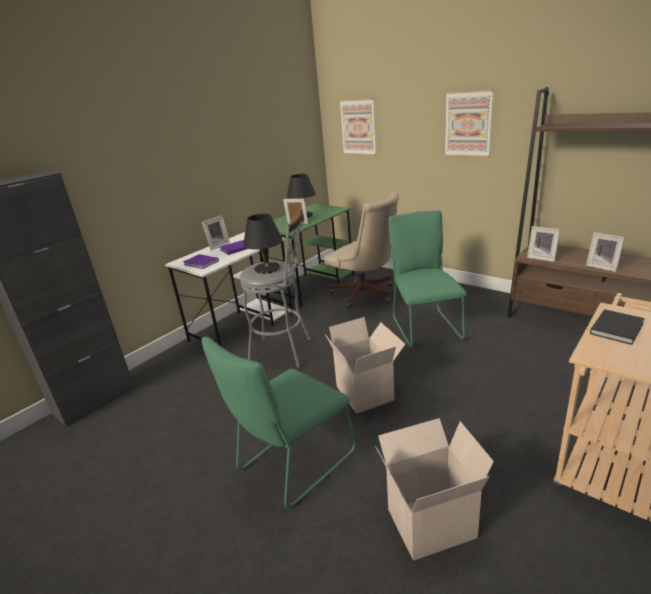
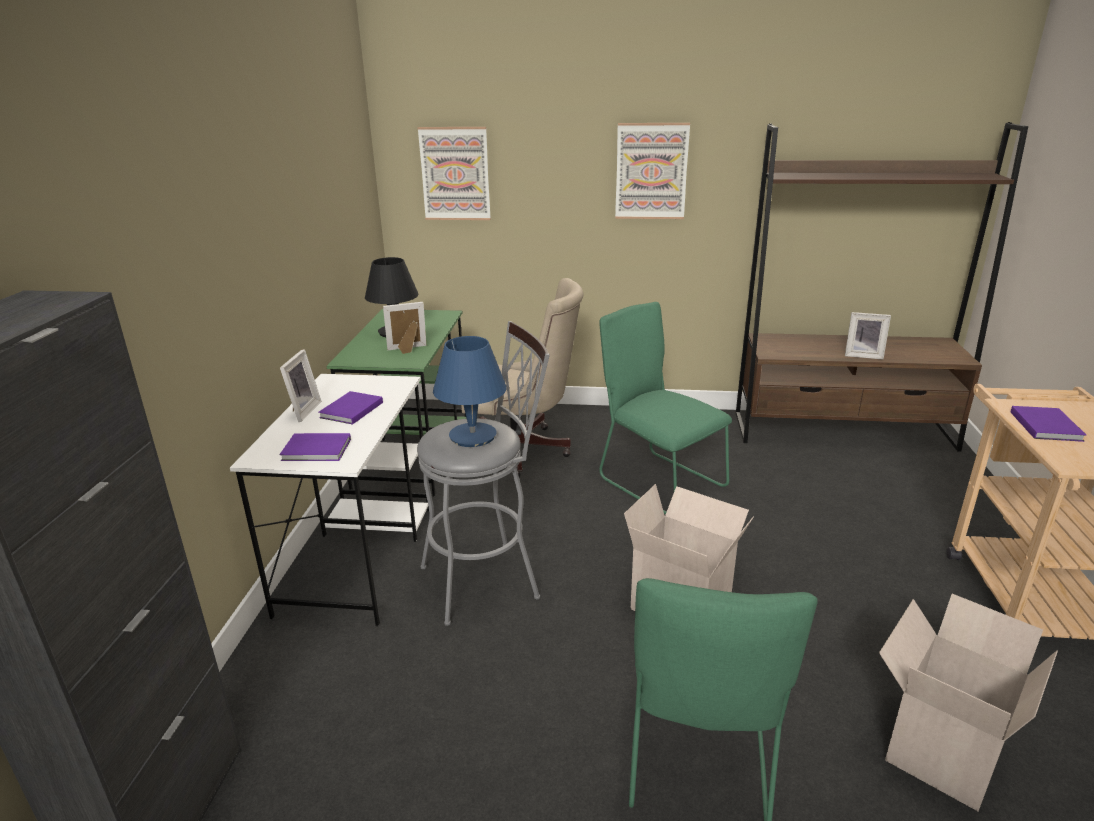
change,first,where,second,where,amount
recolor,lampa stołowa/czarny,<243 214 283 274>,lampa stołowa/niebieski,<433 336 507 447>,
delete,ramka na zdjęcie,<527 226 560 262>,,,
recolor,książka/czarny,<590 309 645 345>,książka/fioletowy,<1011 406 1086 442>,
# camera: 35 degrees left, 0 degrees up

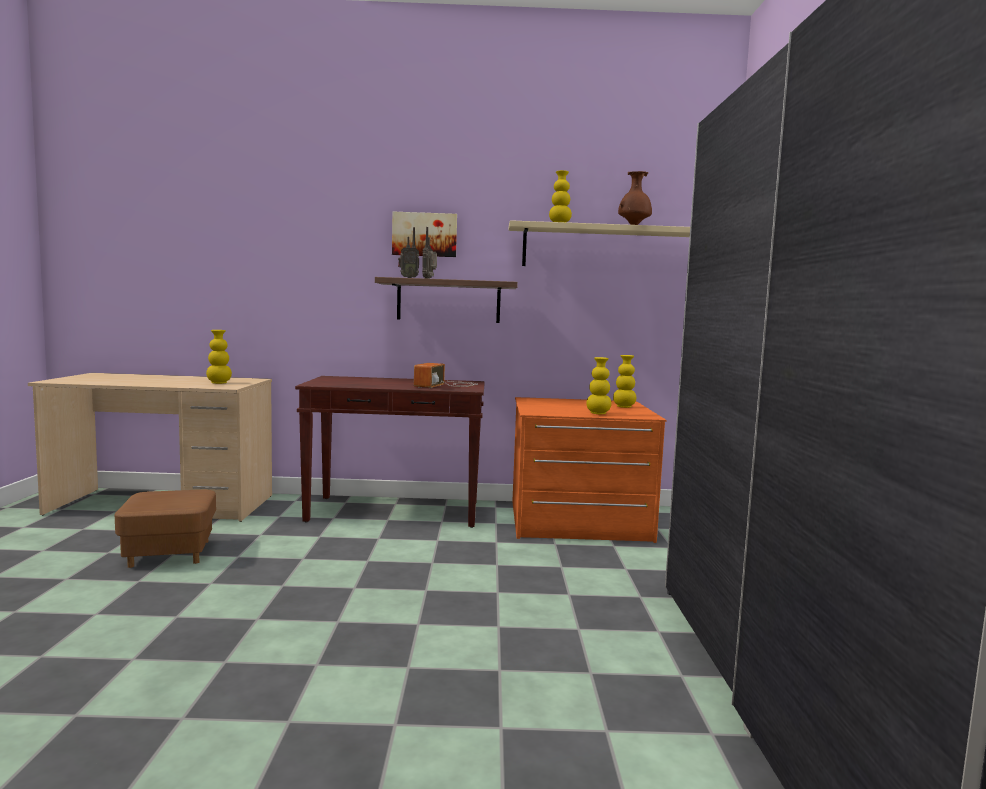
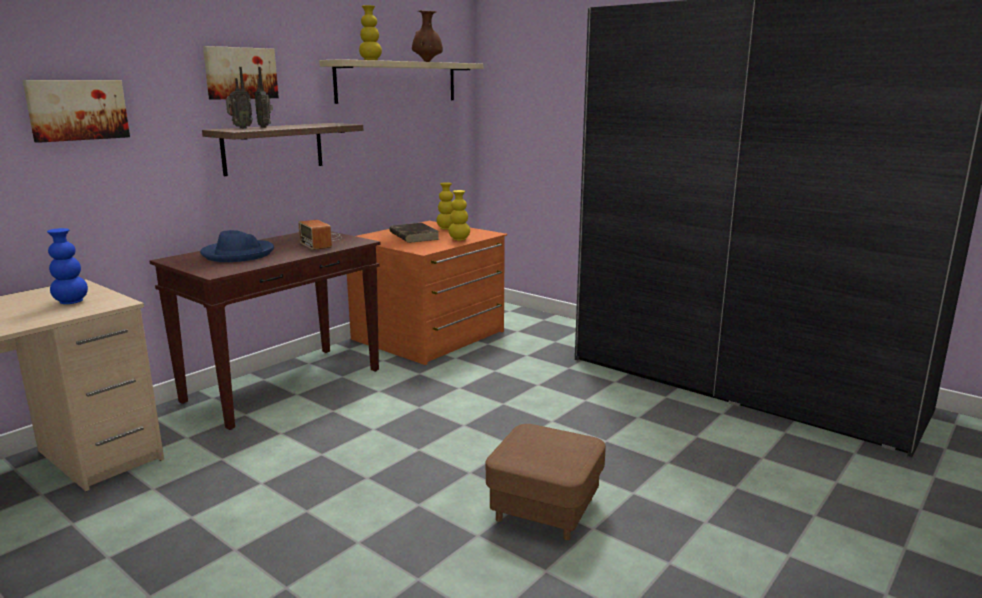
change,first,where,second,where,amount
recolor,wazon/żółty,<206 330 232 384>,wazon/niebieski,<47 228 88 304>,
move,pufa/brązowy,<115 490 216 568>,,<486 424 606 540>,
insert,,,obraz,<23 80 130 143>,
insert,,,książka/brązowy,<389 223 440 243>,
insert,,,kapelusz/niebieski,<200 230 274 262>,
# camera: 50 degrees left, 10 degrees up

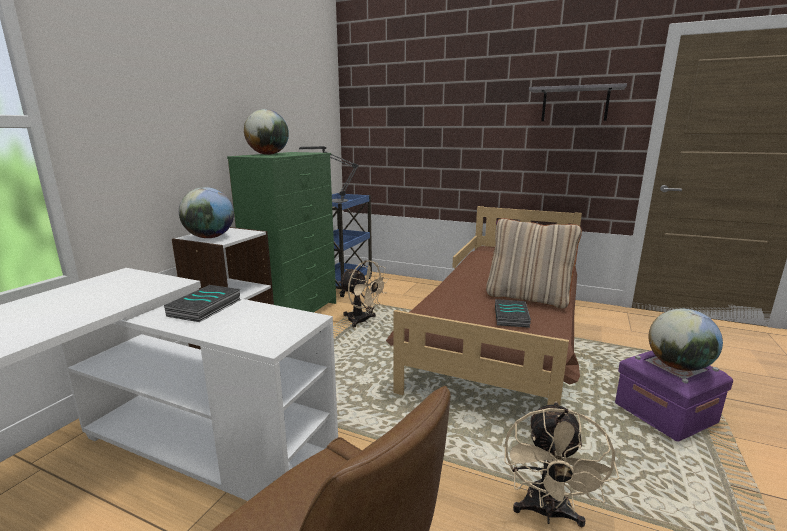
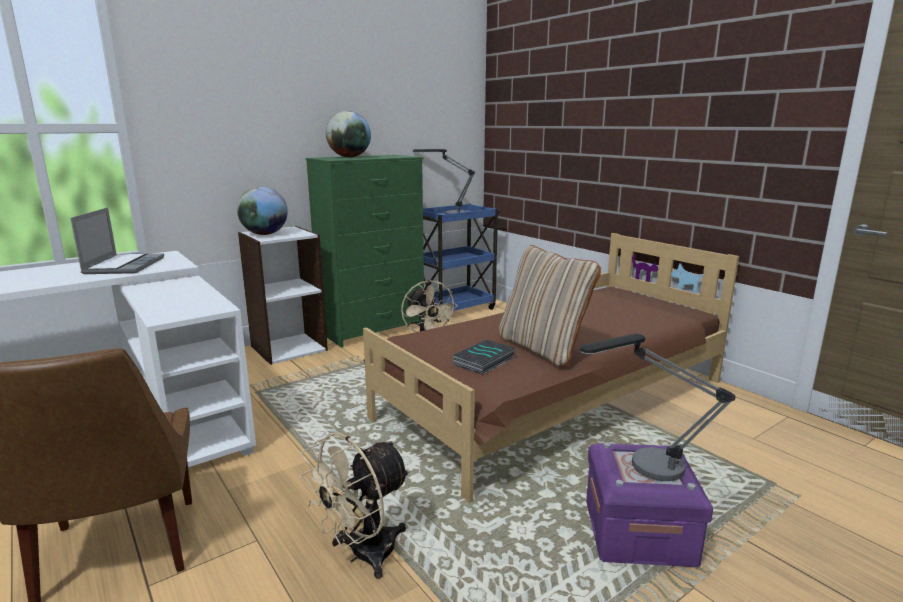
change,first,where,second,where,amount
delete,półka/szary,<529 83 627 121>,,,
delete,książka,<164 285 242 322>,,,
replace,globus,<648 309 723 371>,lampa stołowa,<580 333 736 481>,
insert,,,laptop,<70 207 164 274>,
# camera: 30 degrees right, 0 degrees up

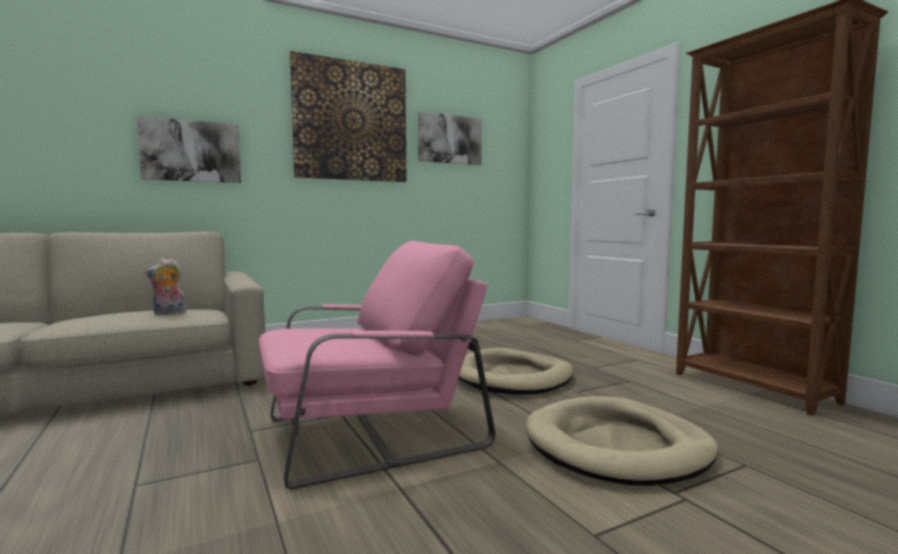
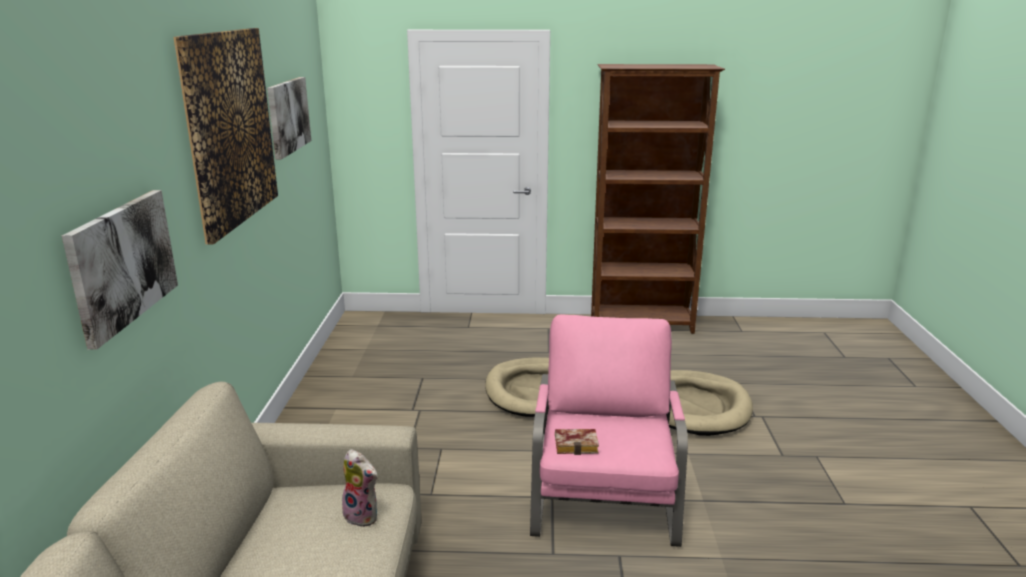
change,first,where,second,where,amount
rotate,pluszak,<145 258 187 315>,,<342 449 378 527>,60 degrees counterclockwise
insert,,,książka,<555 429 599 455>,
# camera: 60 degrees left, 15 degrees up

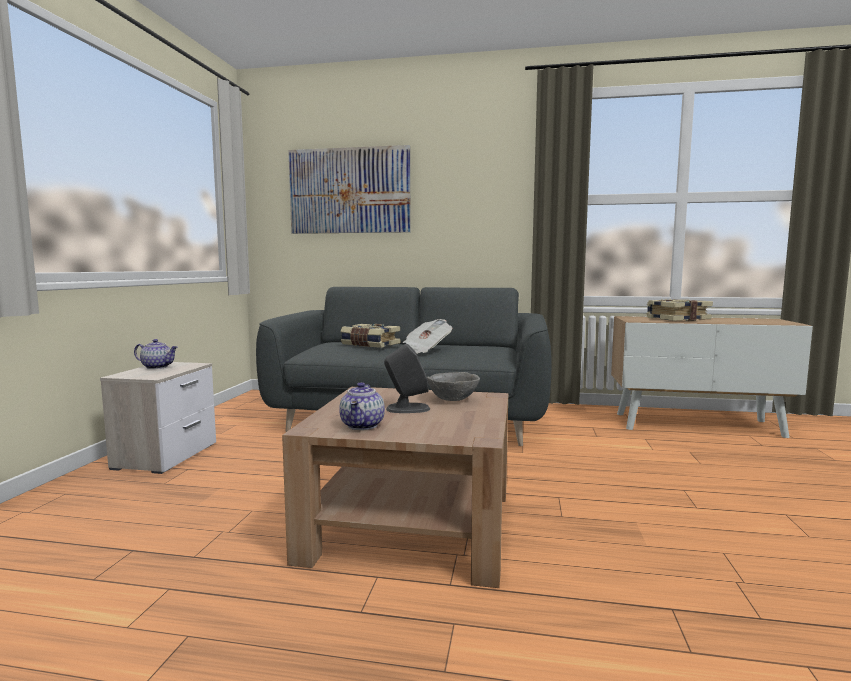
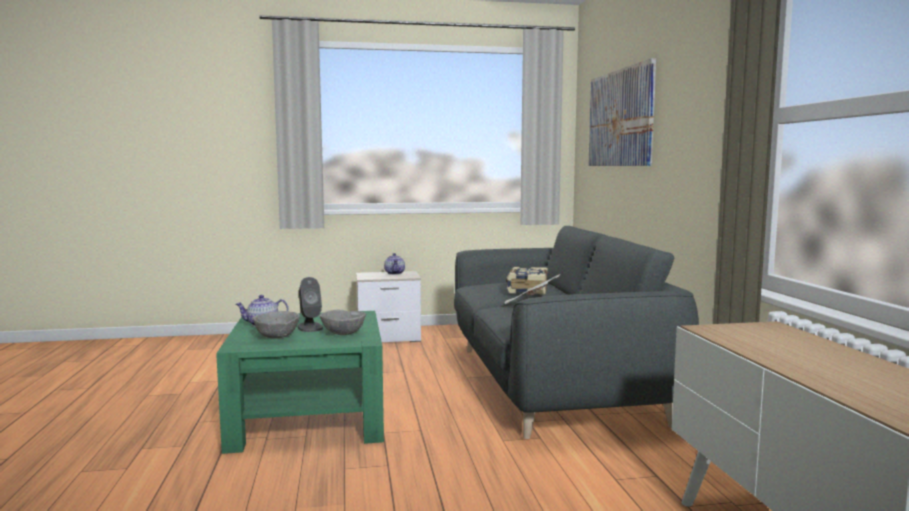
change,first,where,second,where,amount
delete,książka,<646 299 713 321>,,,
recolor,ława/brązowy,<282 387 508 588>,ława/zielony,<216 311 384 454>,
insert,,,miska/szary,<253 311 300 339>,
# camera: 70 degrees right, 0 degrees up

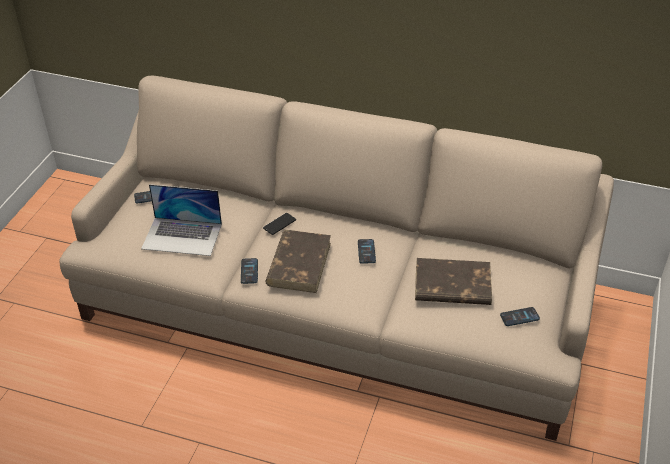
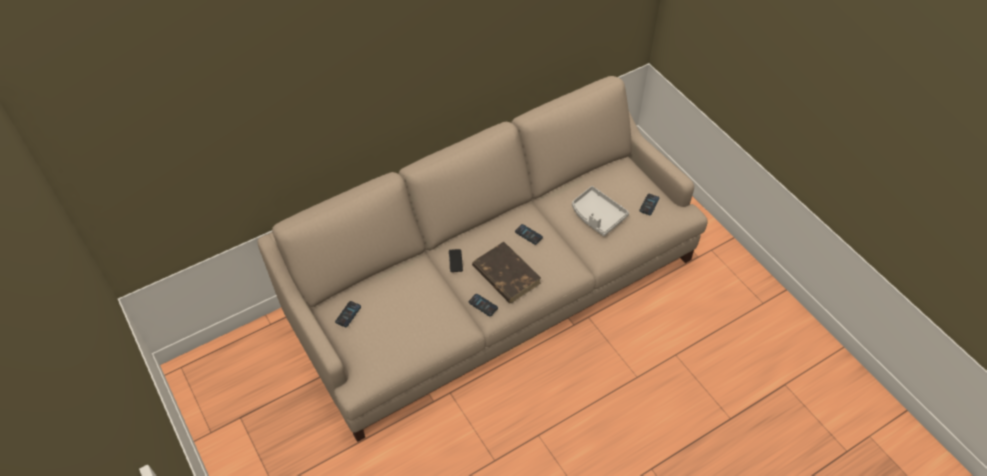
change,first,where,second,where,amount
delete,laptop,<141 184 222 256>,,,
replace,książka/brązowy,<415 258 492 305>,taca/szary,<572 186 629 236>,
# camera: 50 degrees left, 10 degrees up

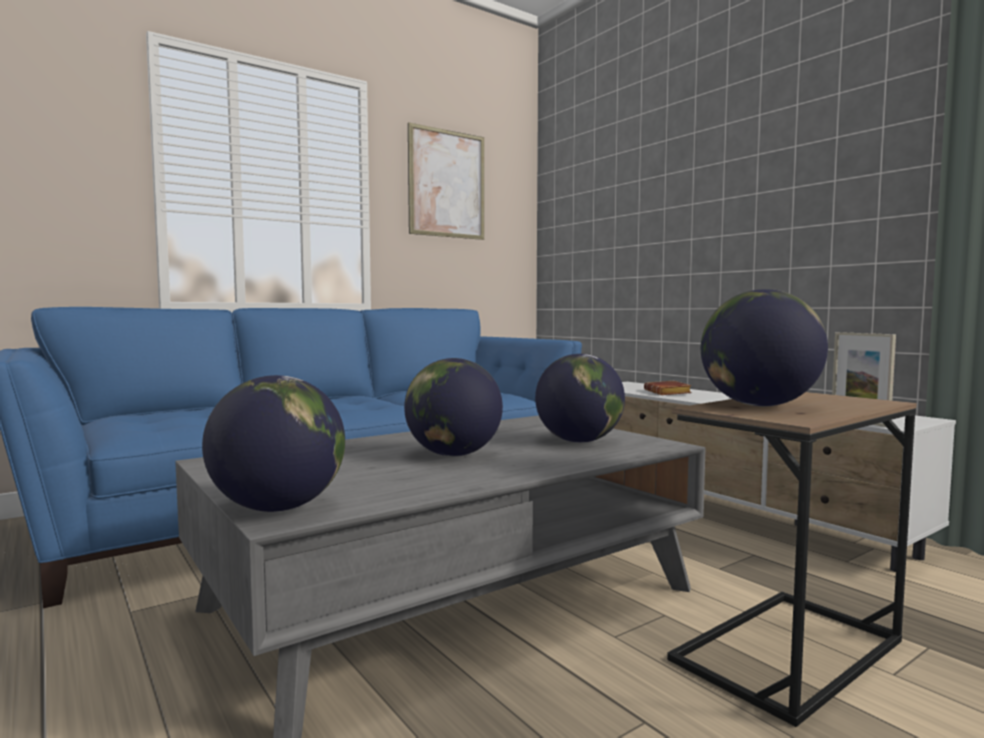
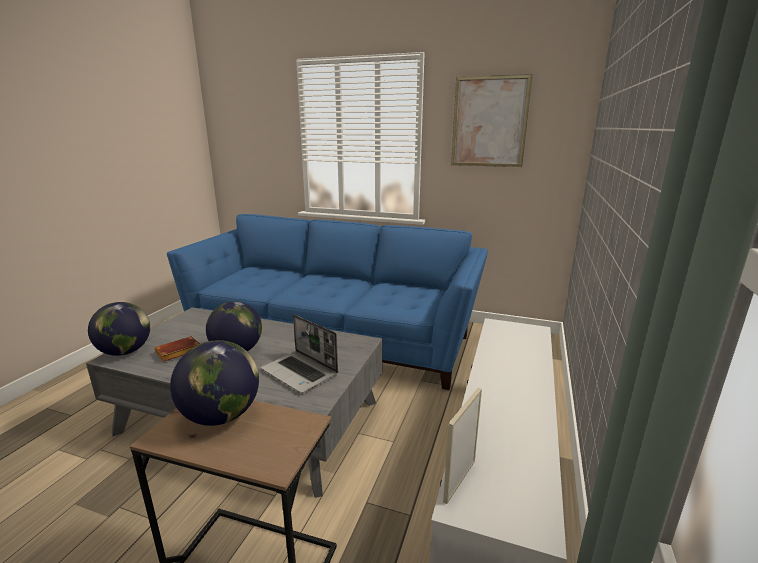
change,first,where,second,where,amount
replace,globus,<535 354 625 443>,laptop,<261 314 338 393>,
move,książka/brązowy,<644 381 692 395>,,<155 336 200 362>,
# camera: 55 degrees right, 15 degrees up

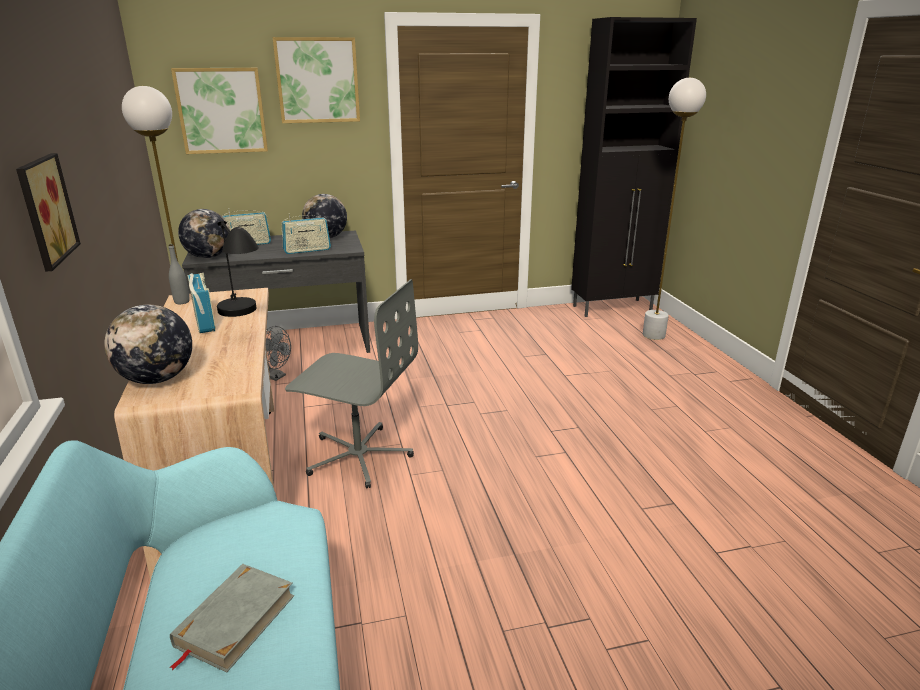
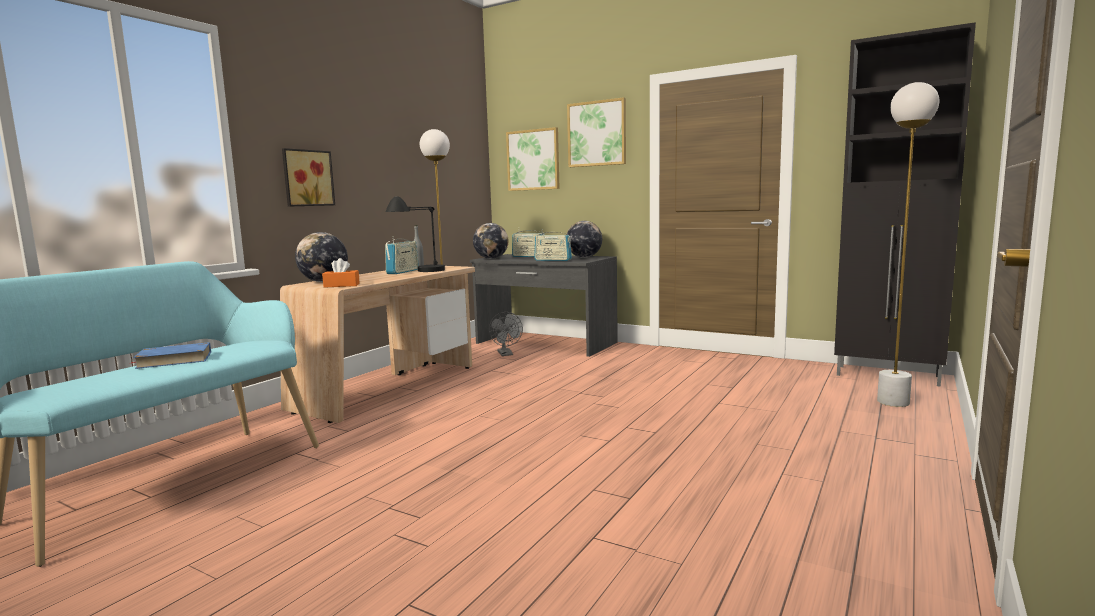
change,first,where,second,where,amount
delete,krzesło biurowe/szary,<285 279 418 488>,,,
recolor,książka/szary,<169 564 294 672>,książka/niebieski,<131 342 211 369>,
insert,,,pudełko chusteczek/pomarańczowy,<322 258 360 288>,
# camera: 45 degrees right, 15 degrees down

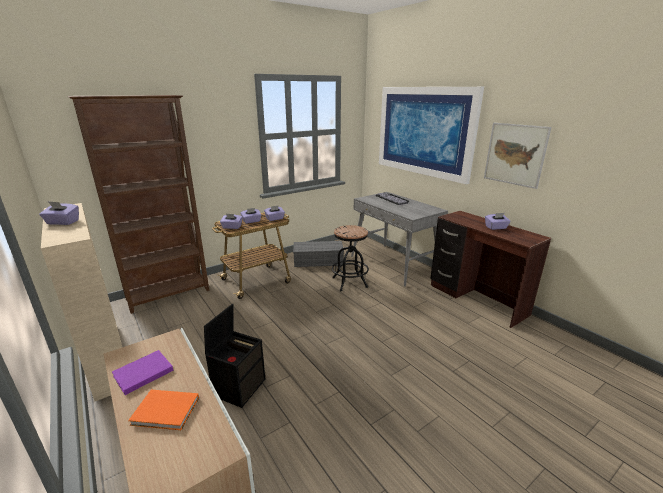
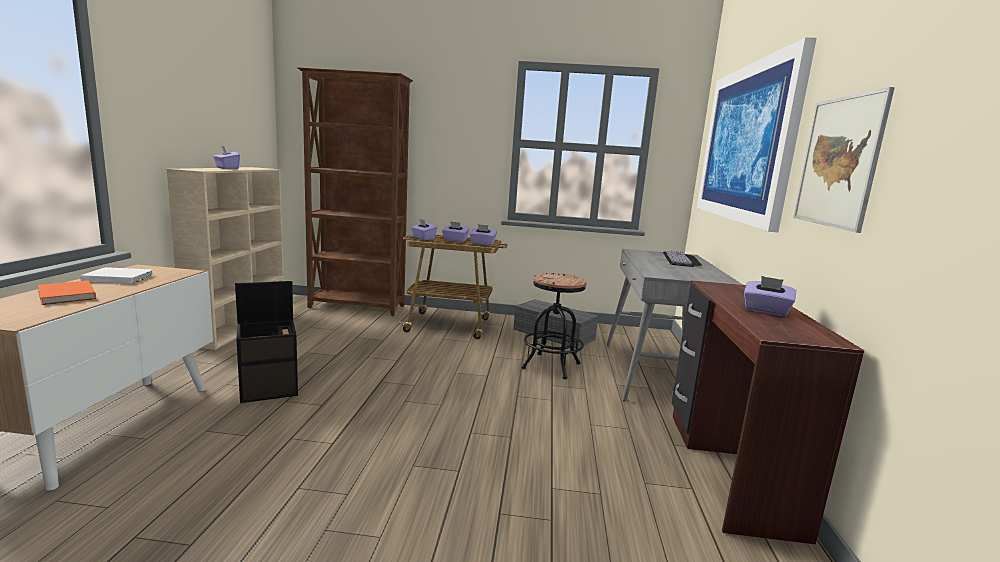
change,first,where,second,where,amount
recolor,książka/fioletowy,<112 350 173 395>,książka/biały,<80 267 154 284>,
# camera: 40 degrees right, 10 degrees down

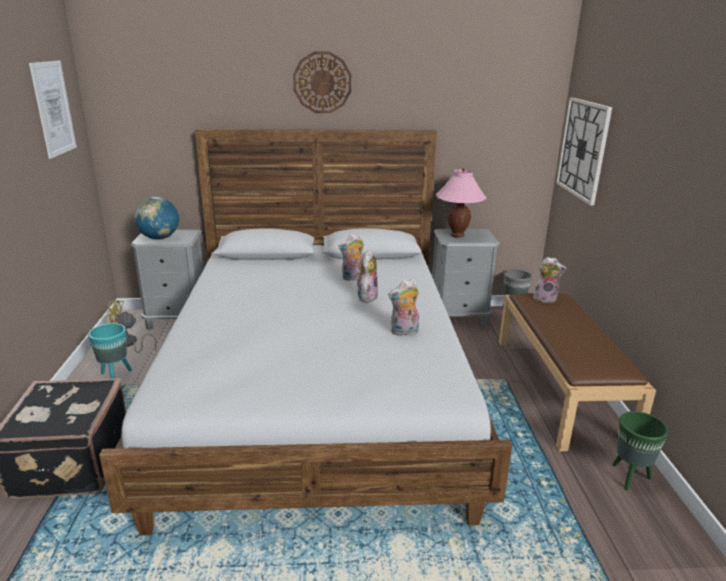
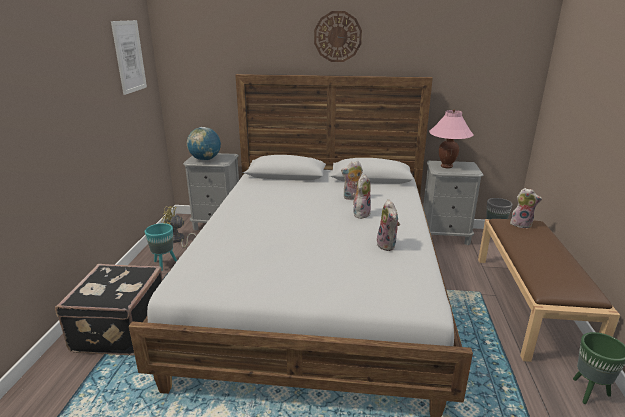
change,first,where,second,where,amount
delete,zegar ścienny,<556 98 612 205>,,,
rotate,pluszak,<388 279 419 336>,,<377 199 400 251>,90 degrees counterclockwise
# camera: 10 degrees right, 0 degrees up

